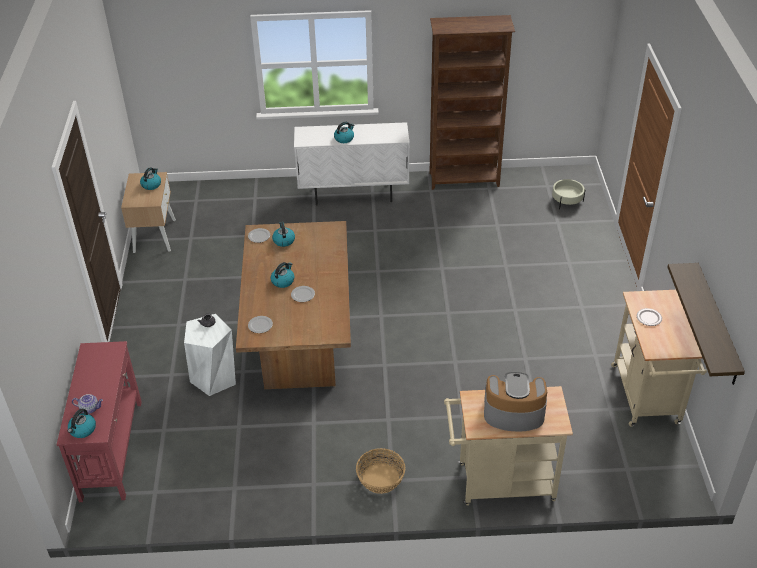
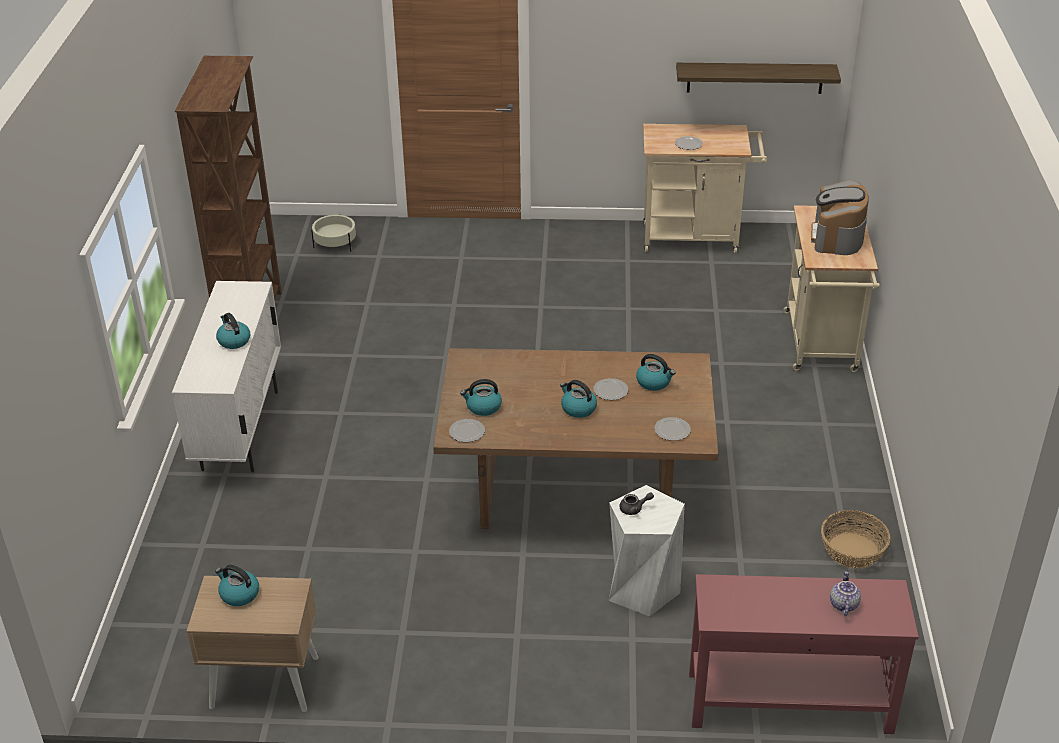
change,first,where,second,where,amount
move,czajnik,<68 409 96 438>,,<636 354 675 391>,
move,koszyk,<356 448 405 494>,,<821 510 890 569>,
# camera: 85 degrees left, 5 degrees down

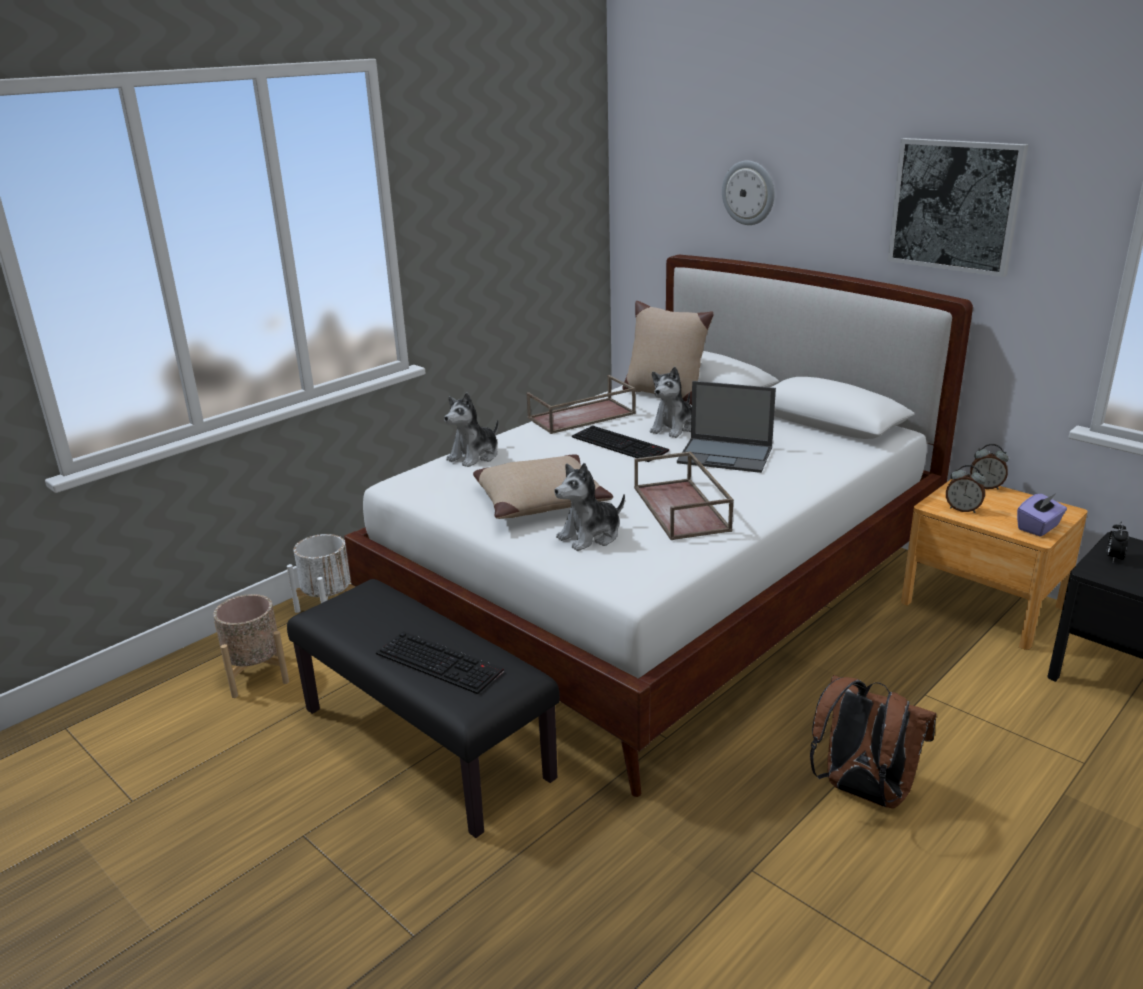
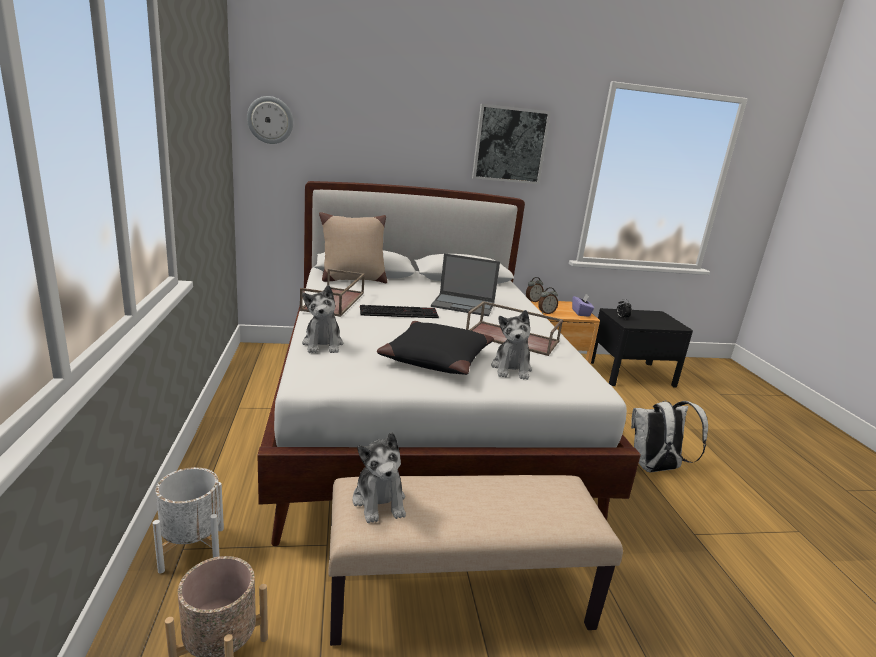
change,first,where,second,where,amount
move,zegar ścienny,<722 161 775 225>,,<247 96 293 144>,
move,pluszak,<650 367 692 438>,,<353 432 406 523>,
rotate,laptop,<677 381 776 473>,,<431 253 500 316>,45 degrees clockwise
recolor,poduszka/beżowy,<473 454 613 519>,poduszka/czarny,<377 321 494 375>,
recolor,ławka/czarny,<287 579 560 838>,ławka/beżowy,<328 475 623 646>,
delete,klawiatura,<376 631 504 694>,,,
recolor,plecak/brązowy,<810 675 936 808>,plecak/biały,<631 401 708 472>,
# camera: 55 degrees left, 5 degrees down

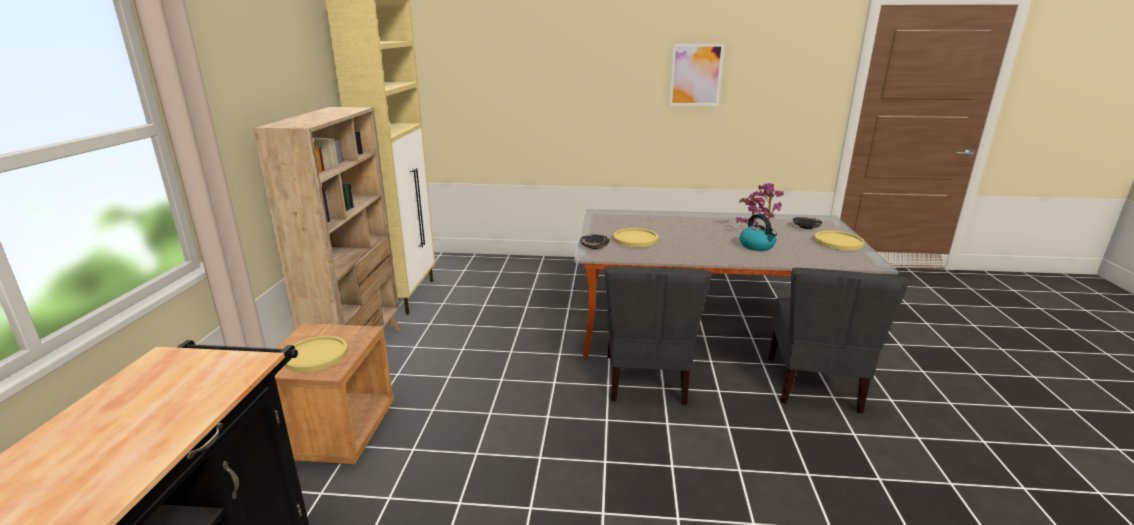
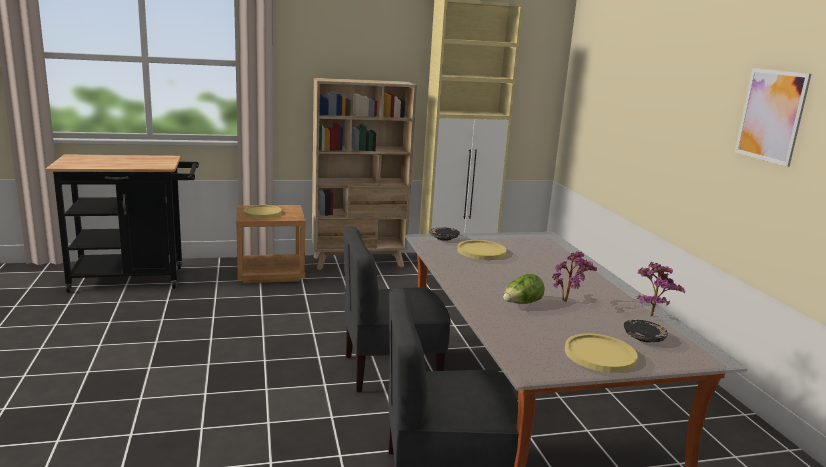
change,first,where,second,where,amount
replace,czajnik,<740 214 777 251>,sałata,<503 274 545 304>,
# camera: 70 degrees right, 5 degrees down

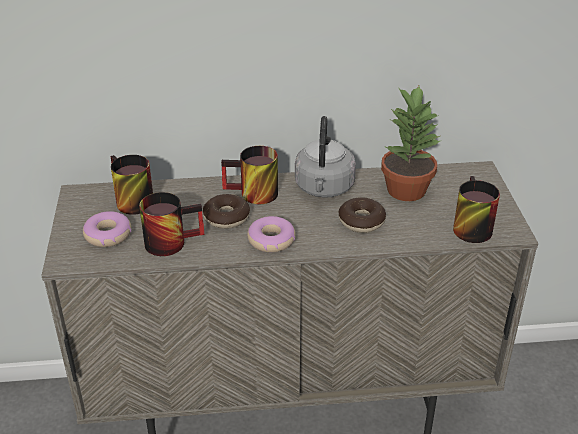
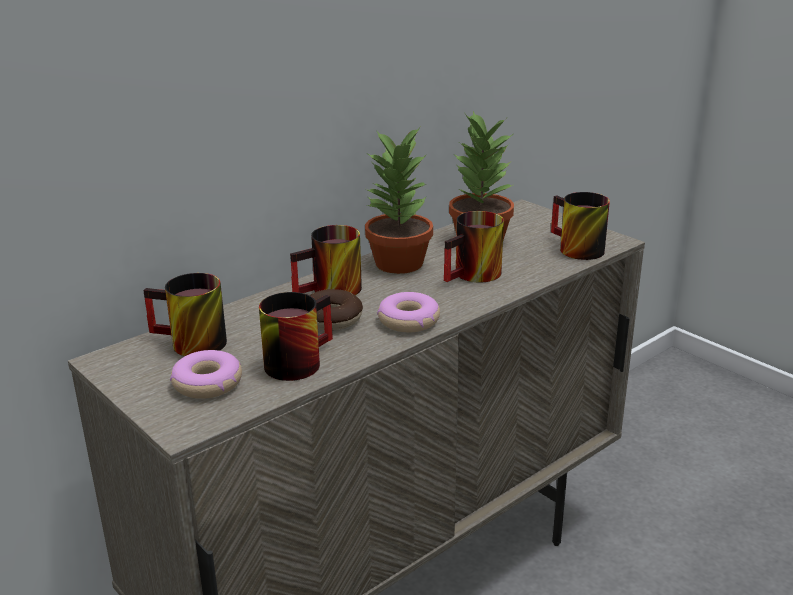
change,first,where,second,where,amount
replace,czajnik/szary,<295 116 356 198>,roślina doniczkowa,<365 127 433 274>,
replace,donut,<338 197 386 233>,kubek,<444 211 504 283>,
# camera: 35 degrees left, 10 degrees down

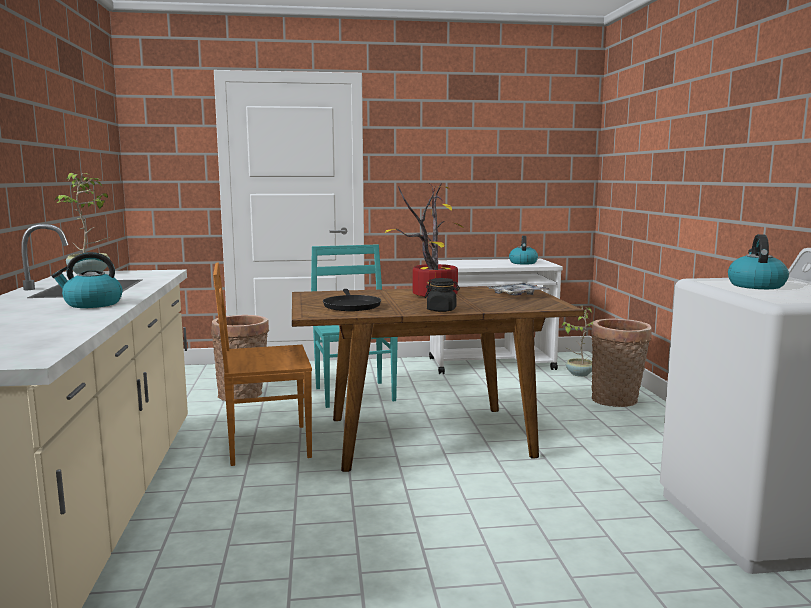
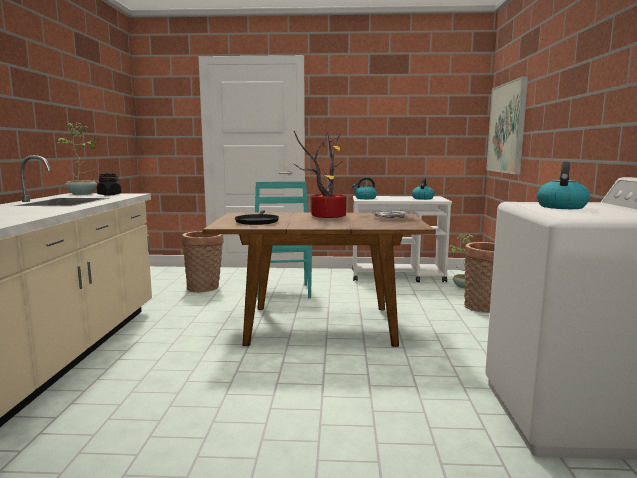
change,first,where,second,where,amount
move,czajnik,<52 252 122 308>,,<352 177 377 199>,
delete,krzesło/brązowy,<213 263 312 466>,,,
move,słoik/czarny,<425 278 460 312>,,<97 173 121 196>,
insert,,,obraz,<486 76 528 174>,
# camera: 10 degrees right, 0 degrees up

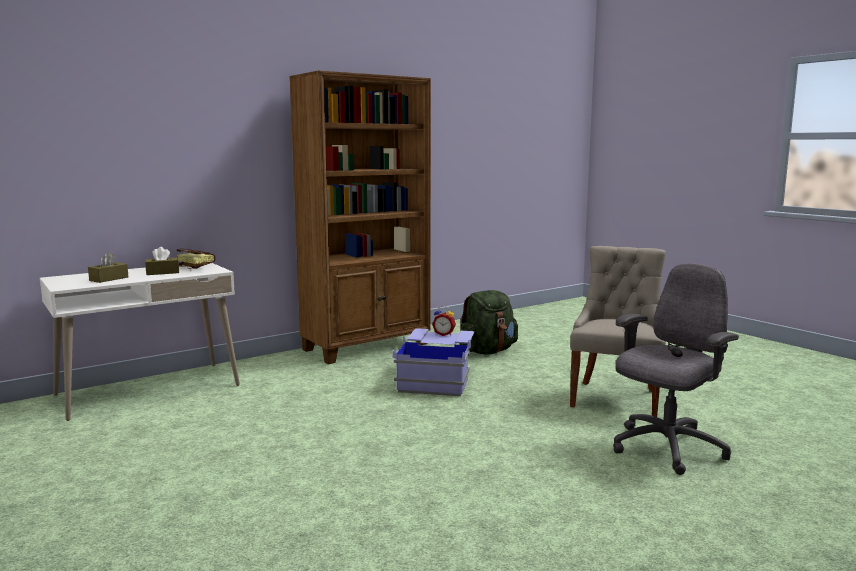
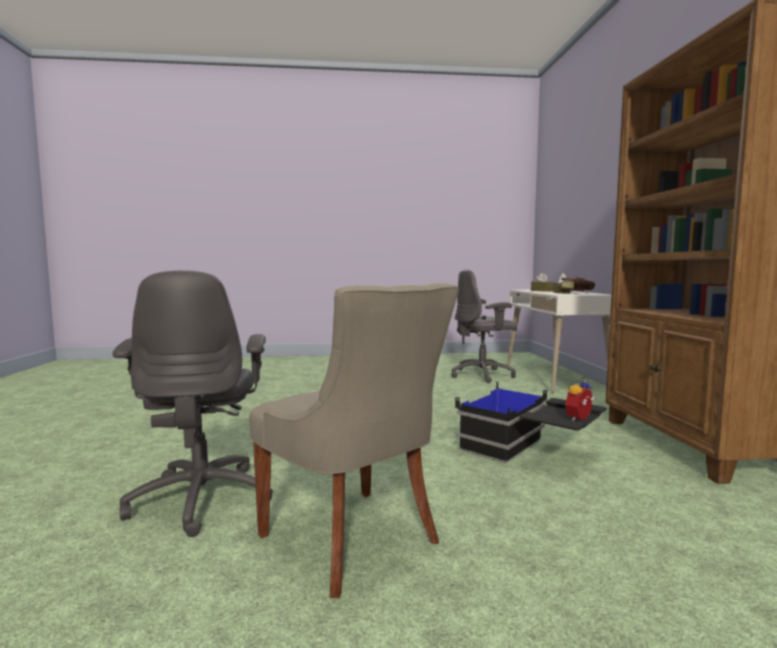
change,first,where,second,where,amount
delete,plecak/zielony,<459 290 518 354>,,,
recolor,pojemnik do przechowywania/niebieski,<392 328 474 396>,pojemnik do przechowywania/czarny,<455 382 606 464>,
insert,,,krzesło biurowe/szary,<452 270 517 383>,
# camera: 120 degrees right, 5 degrees down

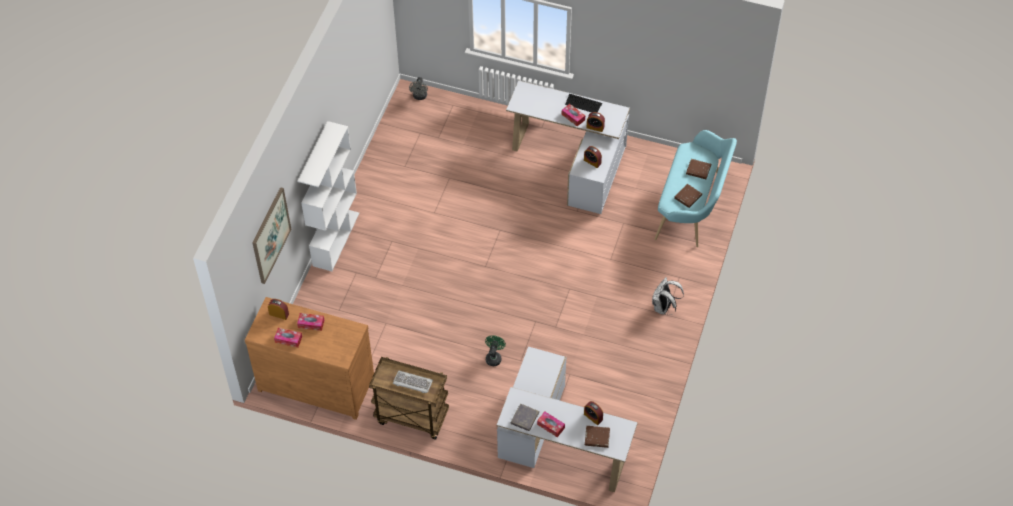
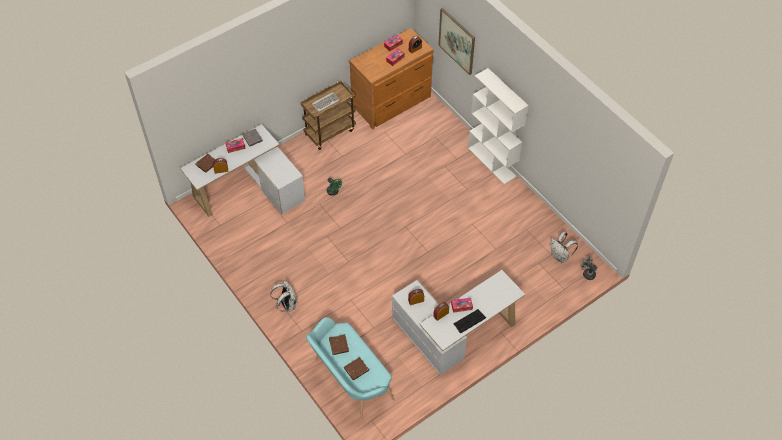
change,first,where,second,where,amount
insert,,,plecak/biały,<550 232 578 263>,
# camera: 125 degrees right, 0 degrees up

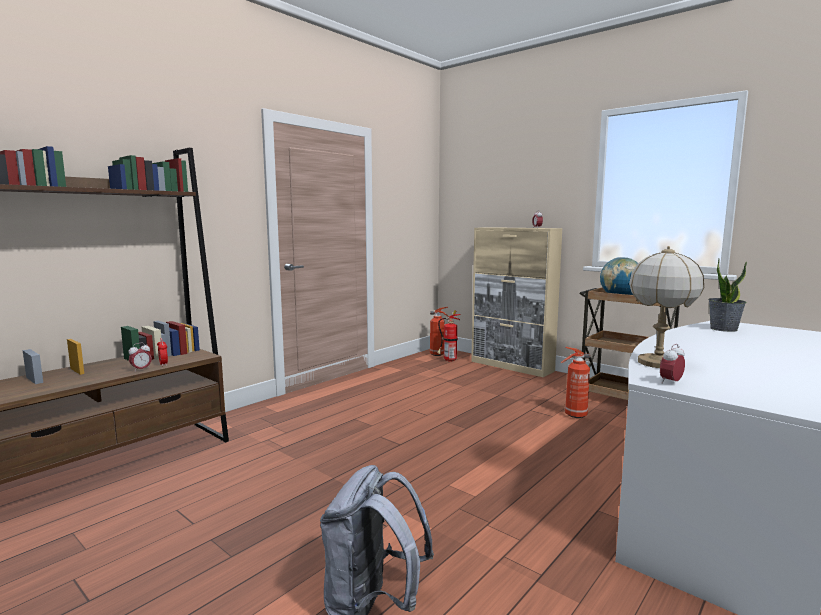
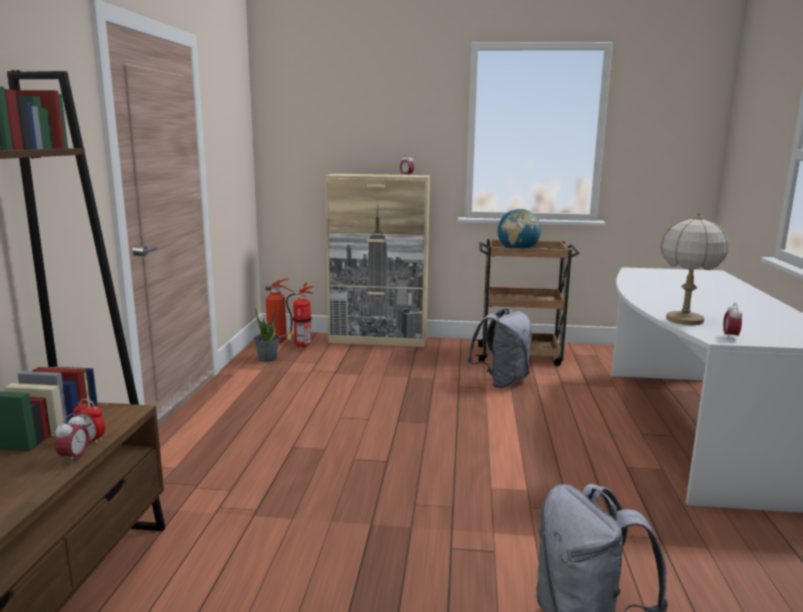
change,first,where,second,where,amount
move,roślina doniczkowa,<708 259 747 332>,,<254 308 280 362>,
replace,gaśnica,<561 347 590 418>,plecak/szary,<467 309 532 388>,
# camera: 35 degrees left, 5 degrees up

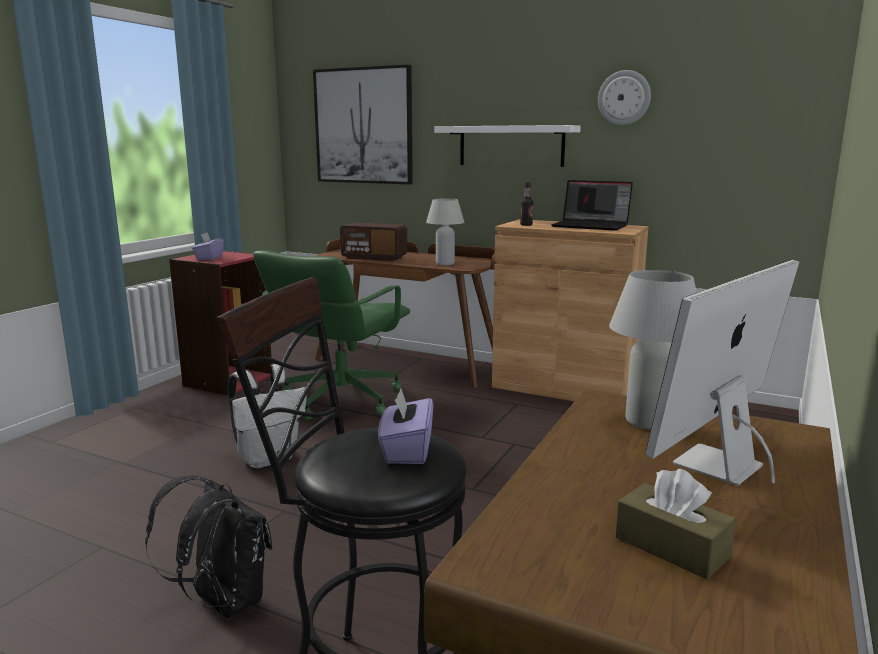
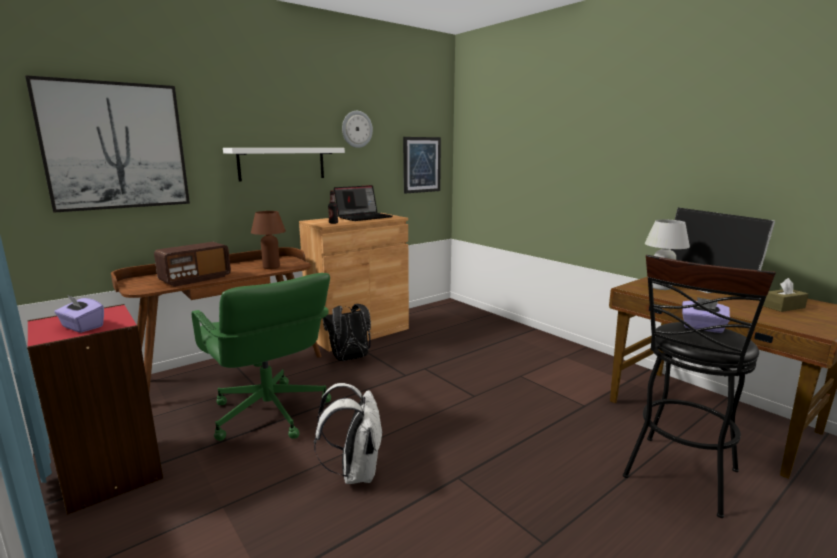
change,first,where,second,where,amount
recolor,lampa stołowa/biały,<426 199 464 265>,lampa stołowa/brązowy,<251 211 286 269>,
move,plecak/czarny,<145 476 272 618>,,<323 304 371 361>,
insert,,,obraz,<403 137 441 194>,
# camera: 65 degrees left, 0 degrees up

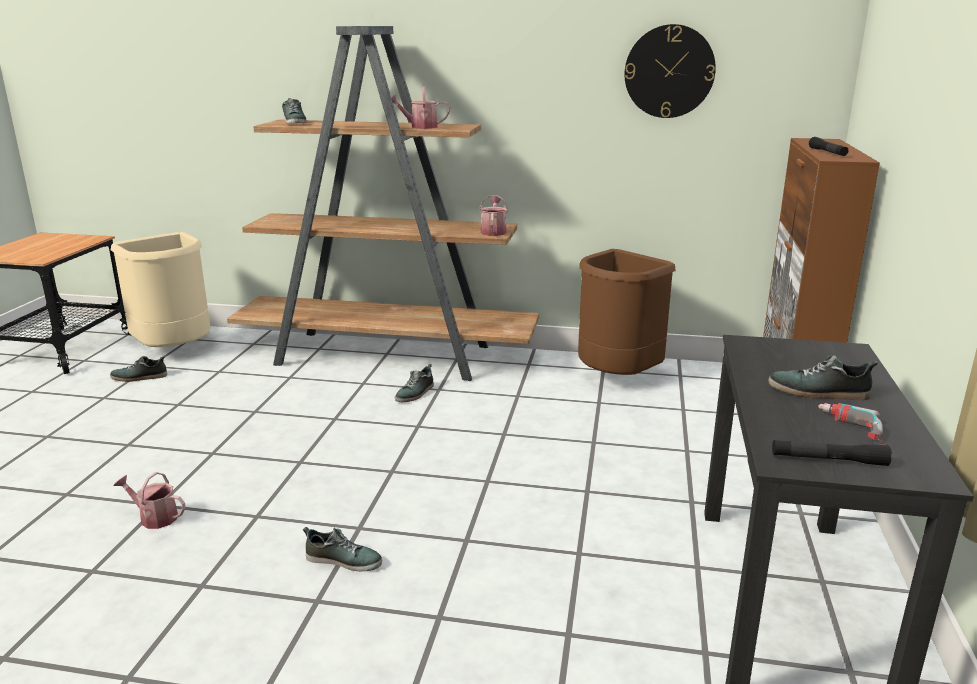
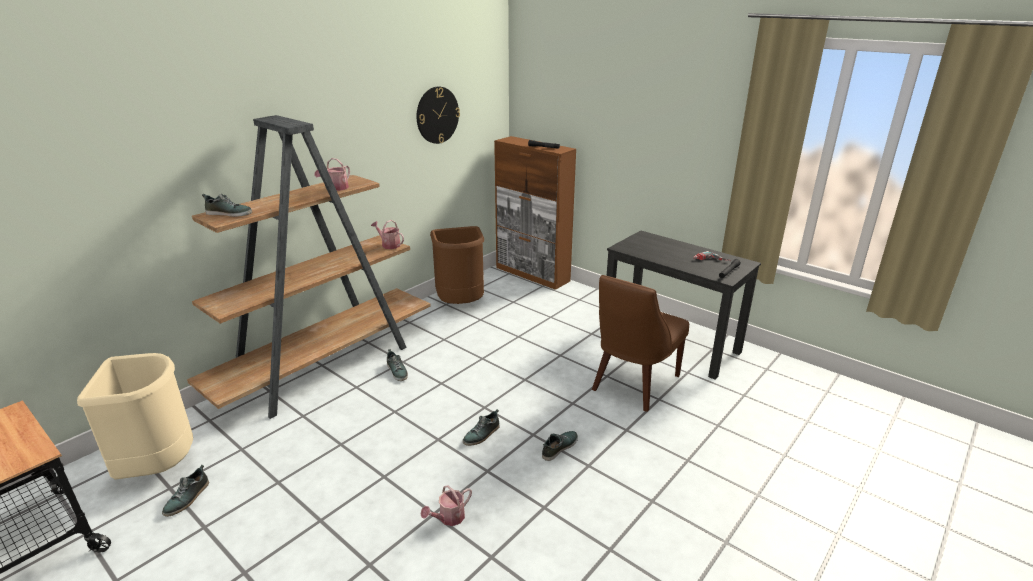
change,first,where,second,where,amount
move,but,<768 355 878 400>,,<463 409 500 446>,
insert,,,krzesło/brązowy,<592 275 689 412>,
# camera: 60 degrees left, 5 degrees up

